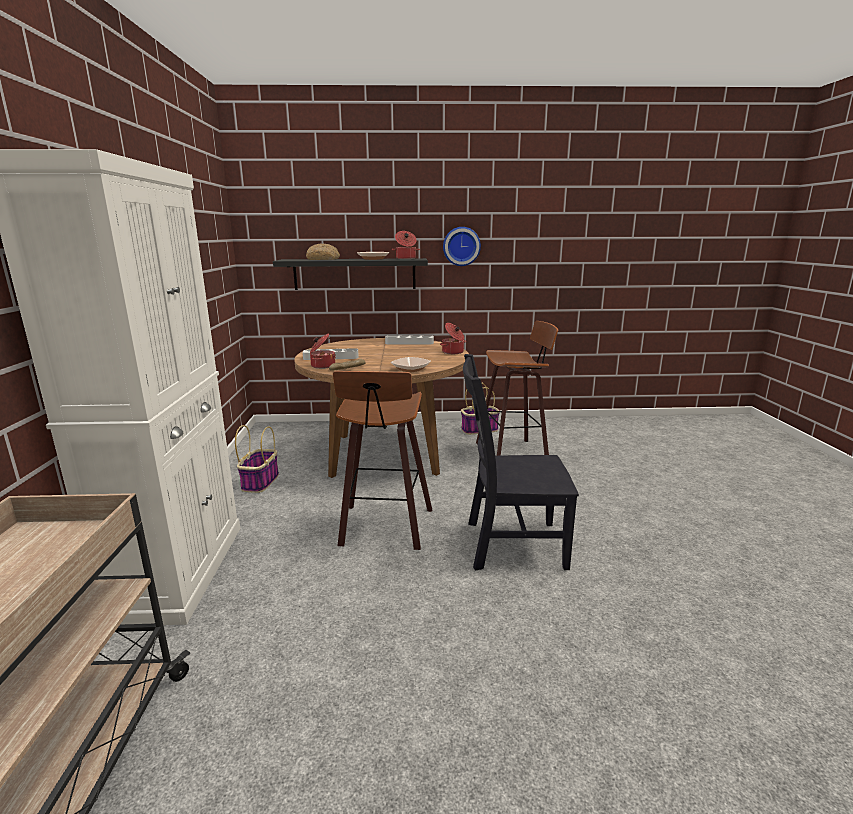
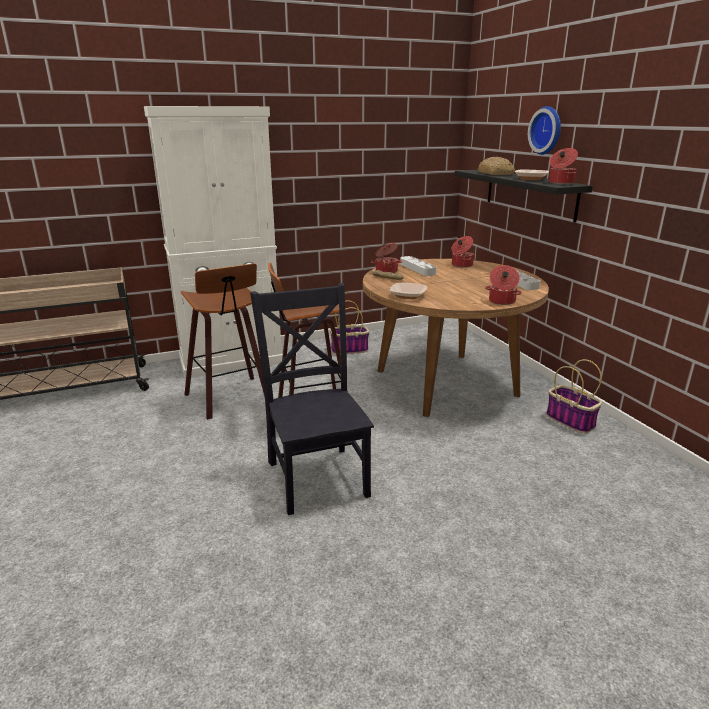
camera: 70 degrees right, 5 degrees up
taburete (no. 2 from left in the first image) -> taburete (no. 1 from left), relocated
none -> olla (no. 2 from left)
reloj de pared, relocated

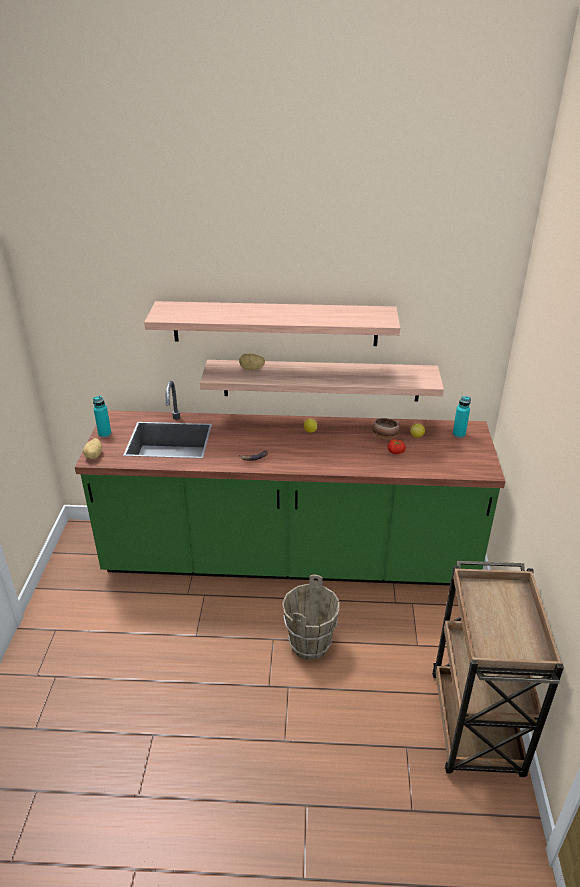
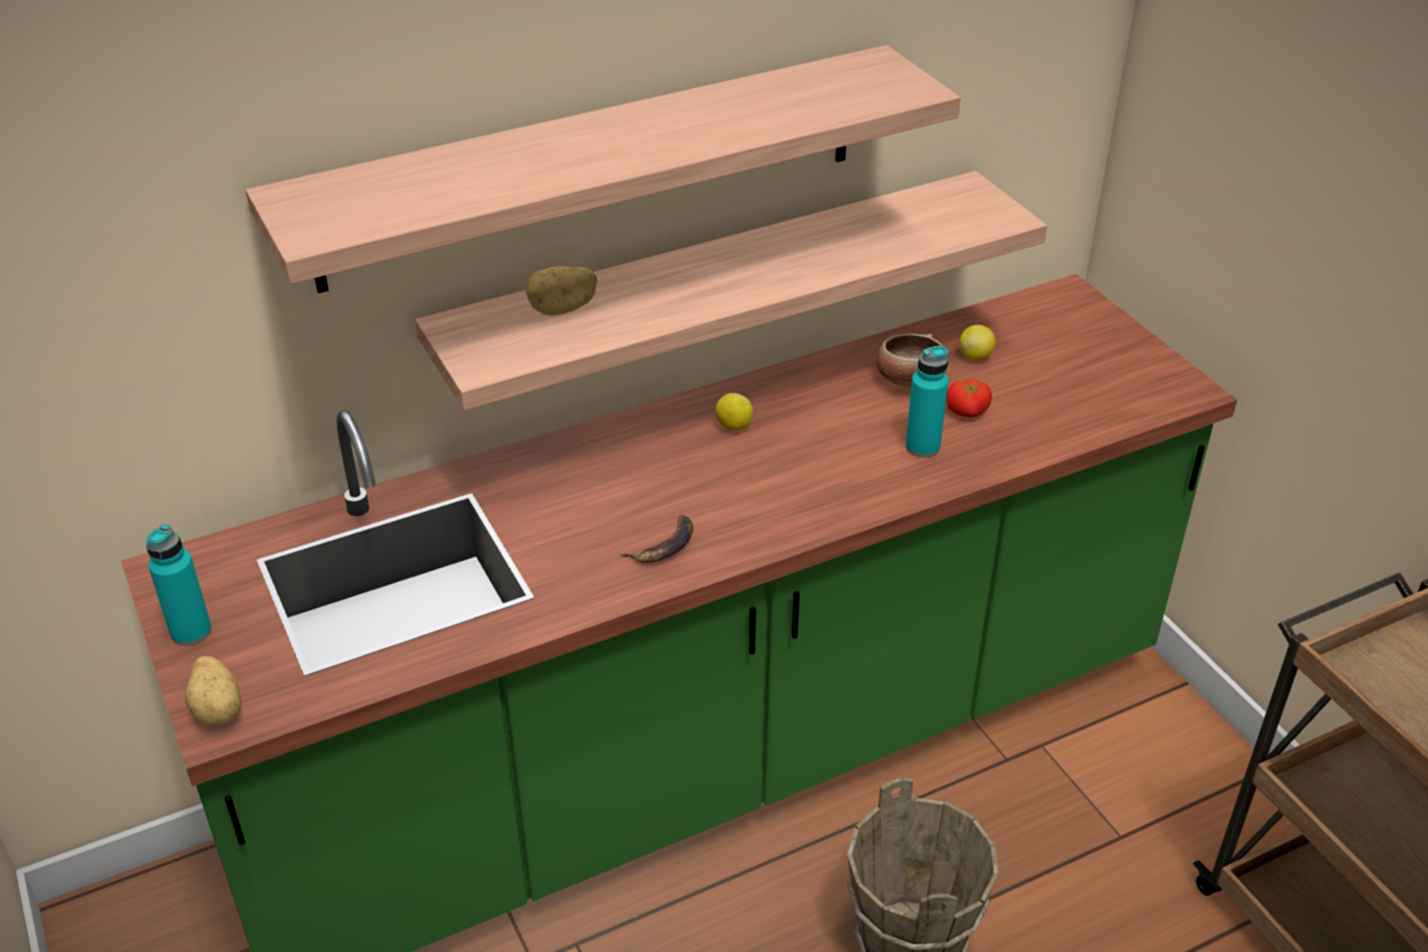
camera: 30 degrees left, 5 degrees up
botella [turquesa] (no. 2 from left), relocated

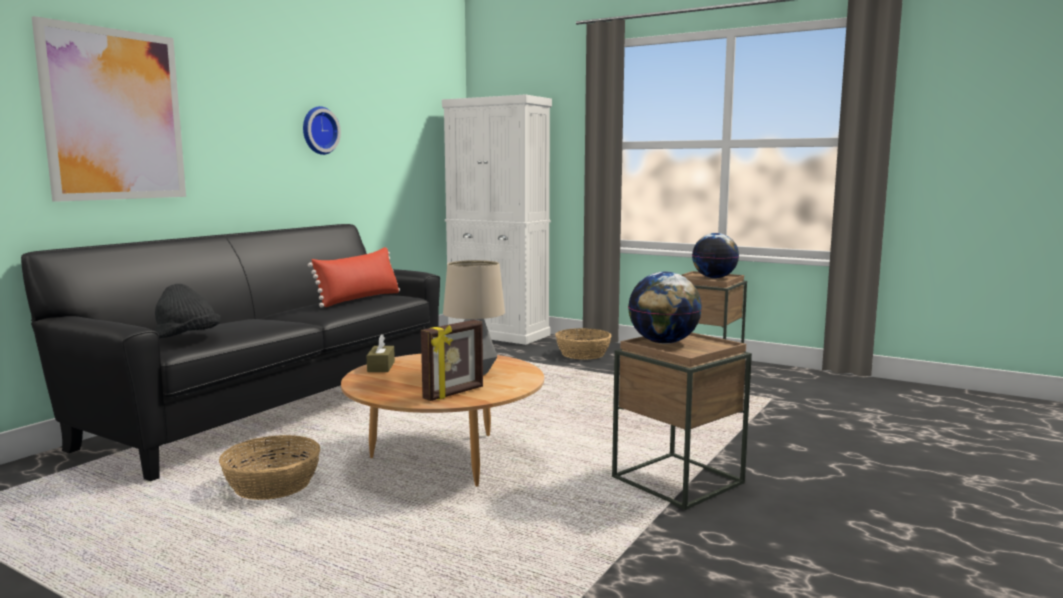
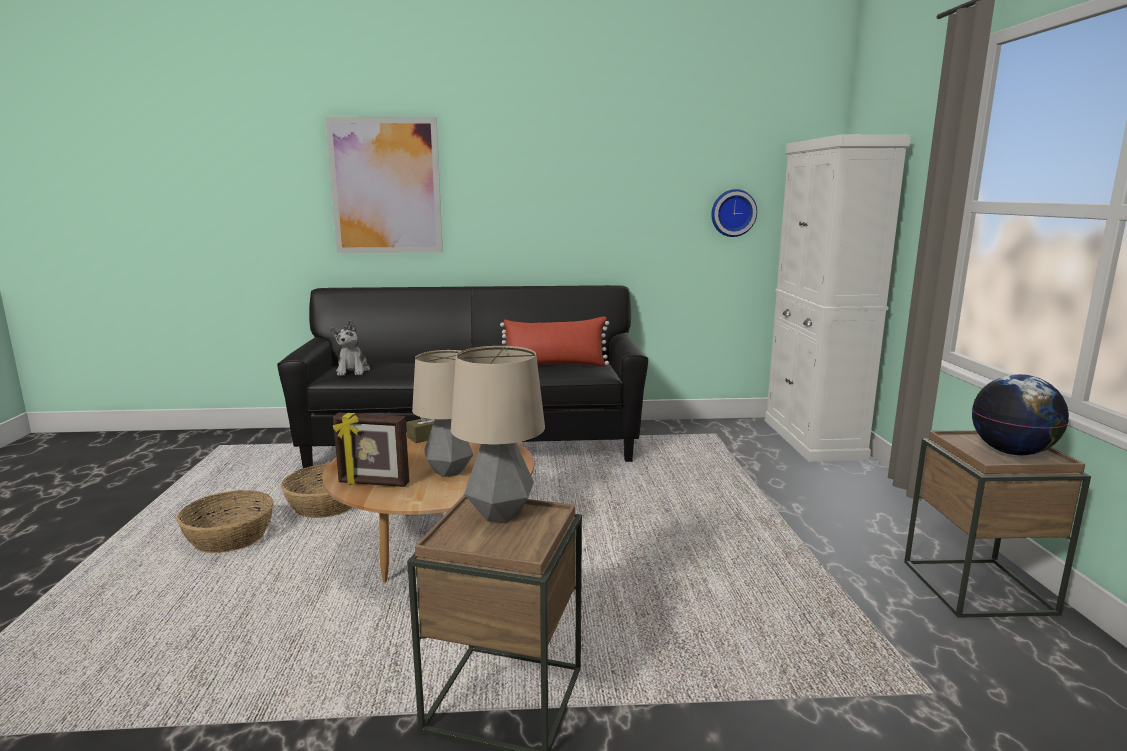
camera: 55 degrees right, 5 degrees up
cesta (no. 2 from left in the first image) -> cesta (no. 1 from left), relocated
sombrero [negro] -> peluche
globo terráqueo (no. 1 from left) -> lámpara de mesa (no. 2 from left)
reloj de pared, relocated

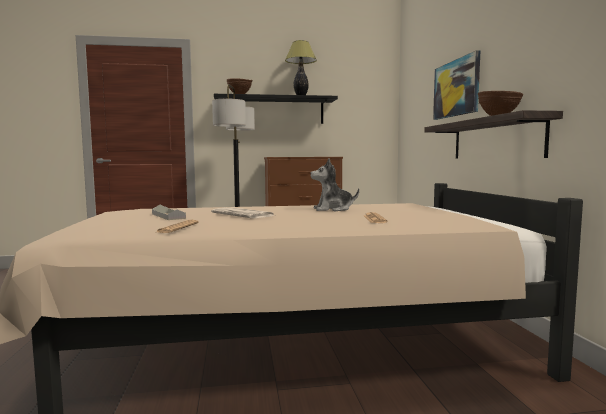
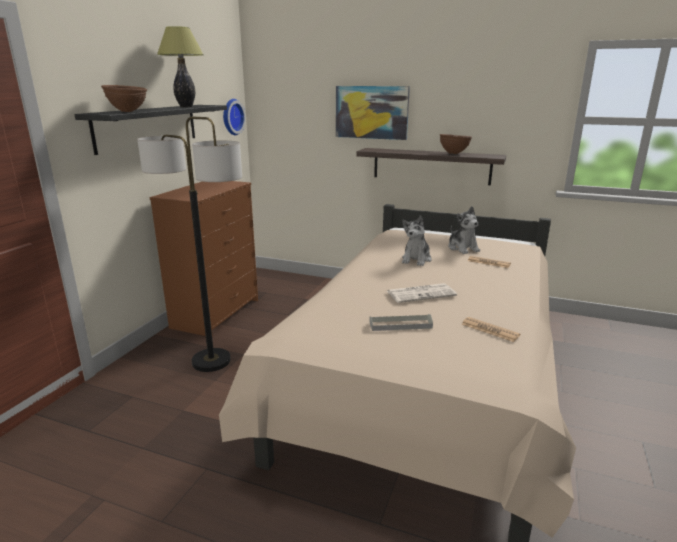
camera: 60 degrees left, 15 degrees up
none -> reloj de pared
none -> peluche (no. 2 from left)

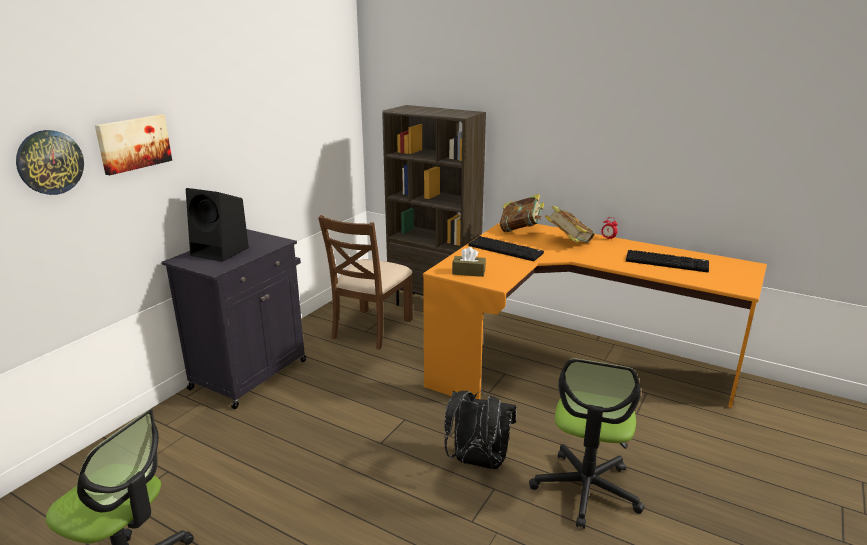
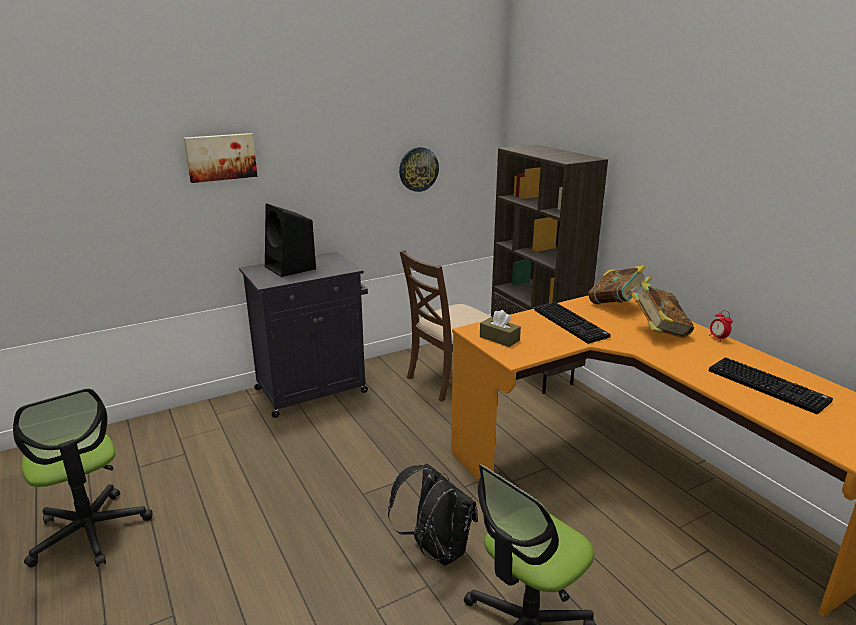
camera: 30 degrees right, 0 degrees up
reloj de pared, relocated

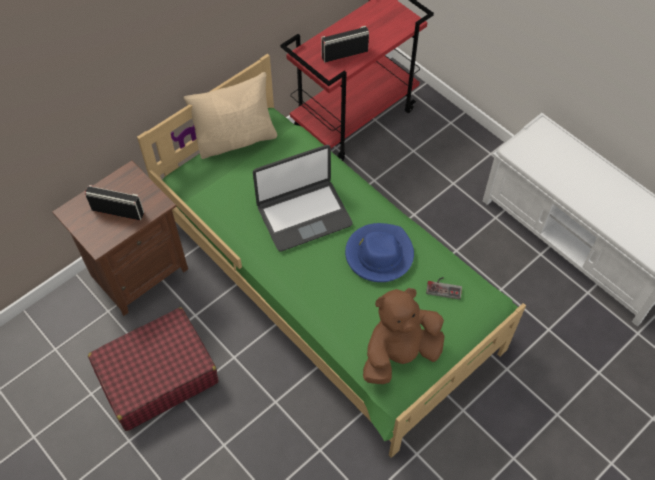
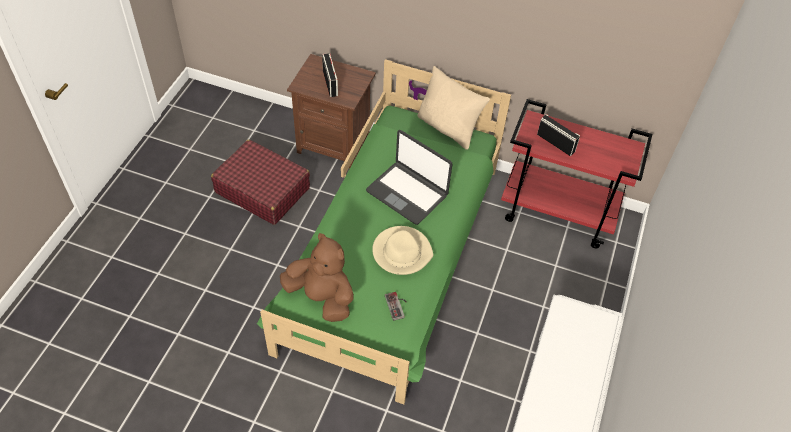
camera: 60 degrees right, 5 degrees down
sombrero [azul] -> sombrero [beis]

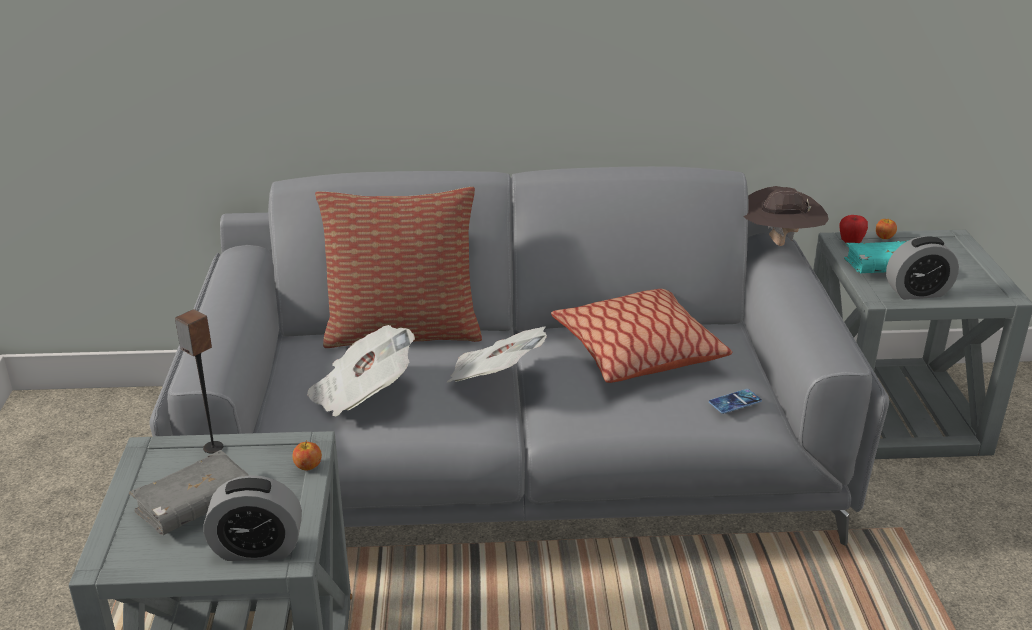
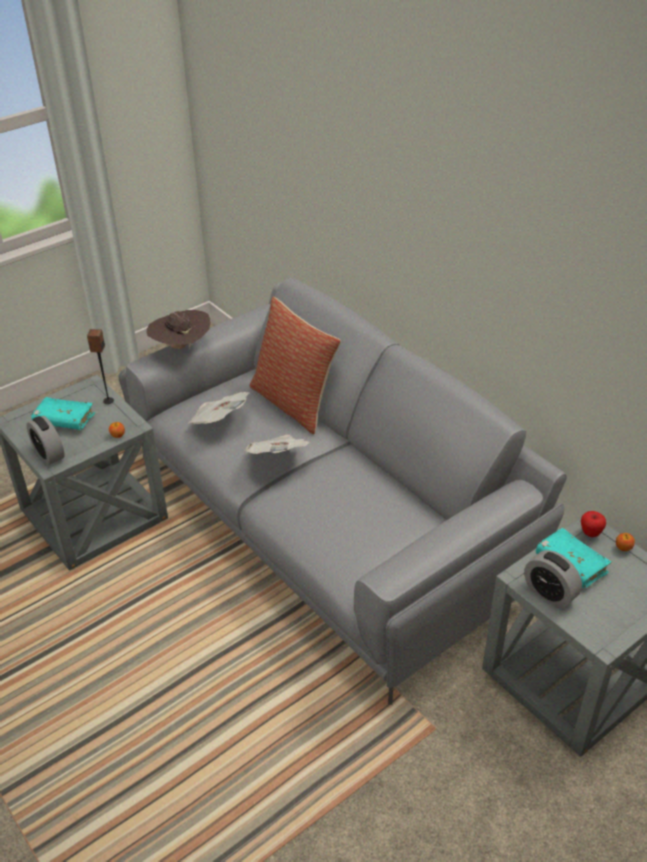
camera: 55 degrees right, 10 degrees up
libro [gris] -> libro [turquesa] (no. 1 from left)
sombrero [marrón], relocated
cojín (no. 2 from left) -> none
móvil -> none

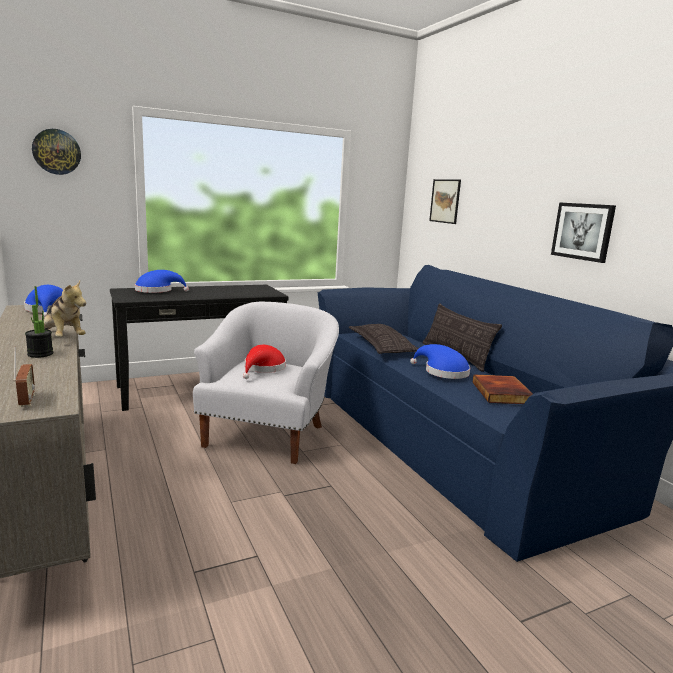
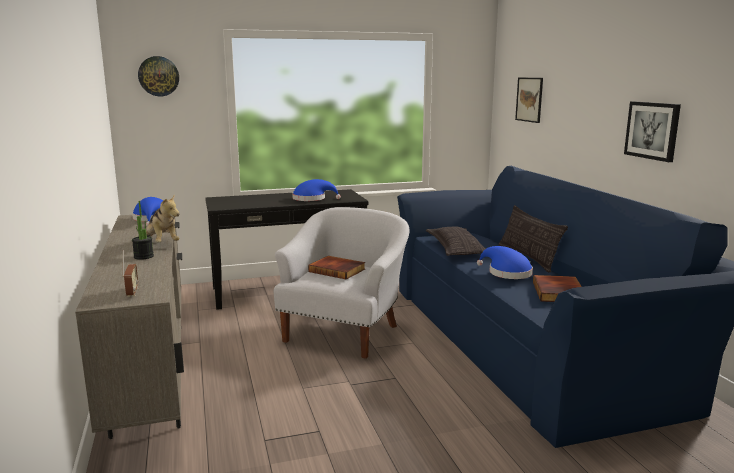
camera: 10 degrees right, 0 degrees up
sombrero [azul] (no. 2 from left), relocated
sombrero [rojo] -> libro (no. 1 from left)

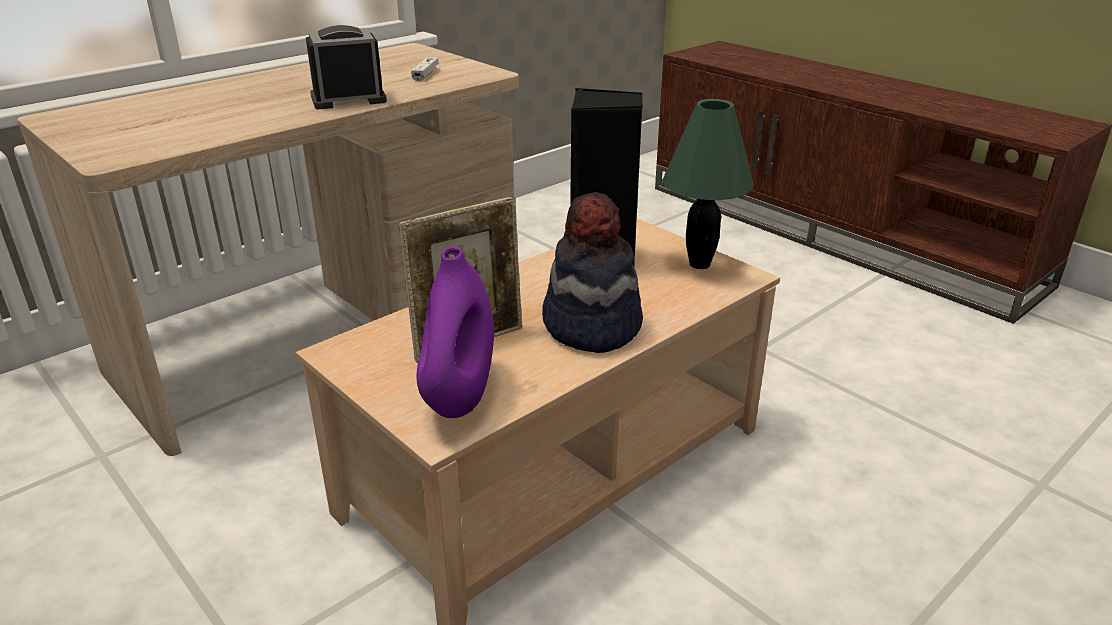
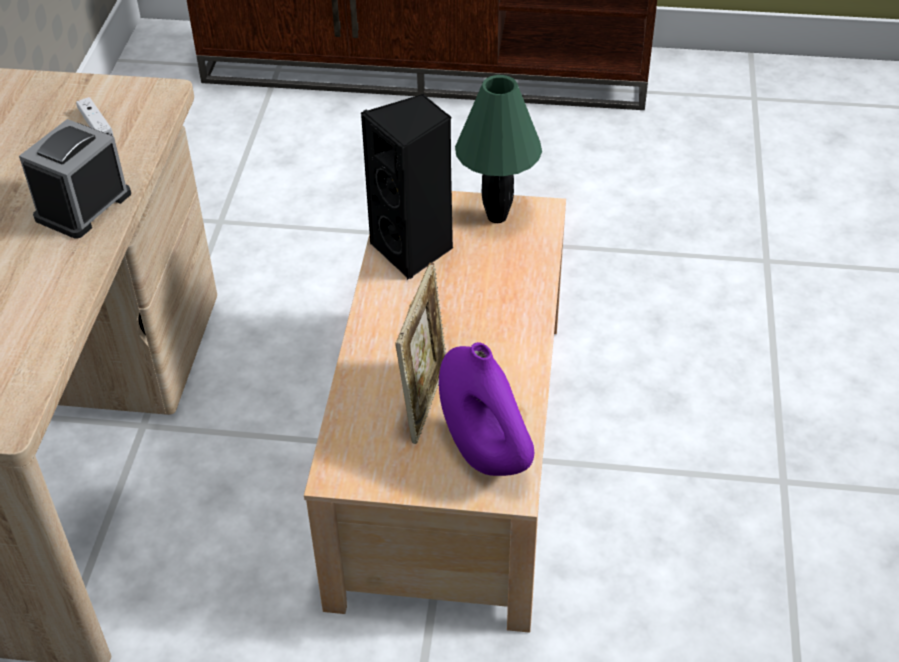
camera: 40 degrees left, 15 degrees up
sombrero -> none

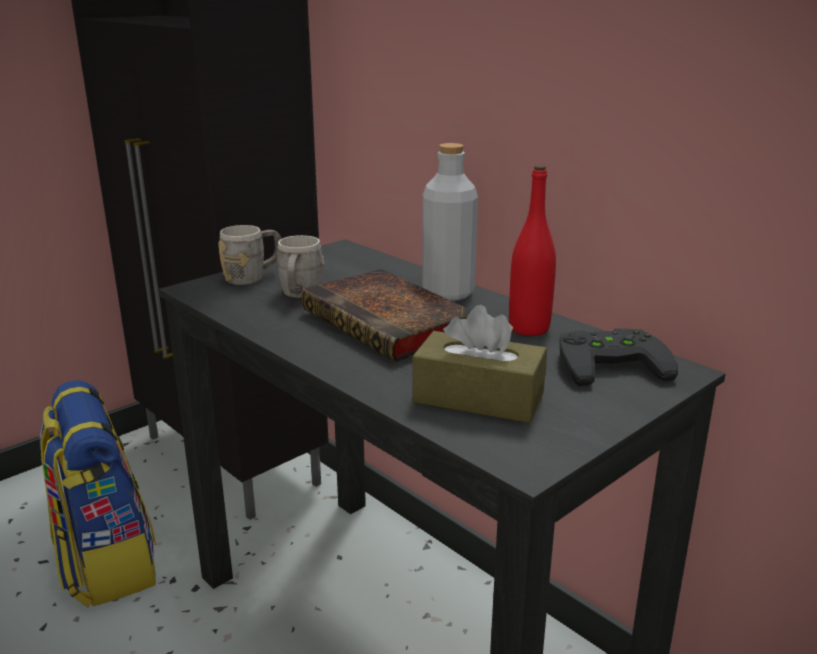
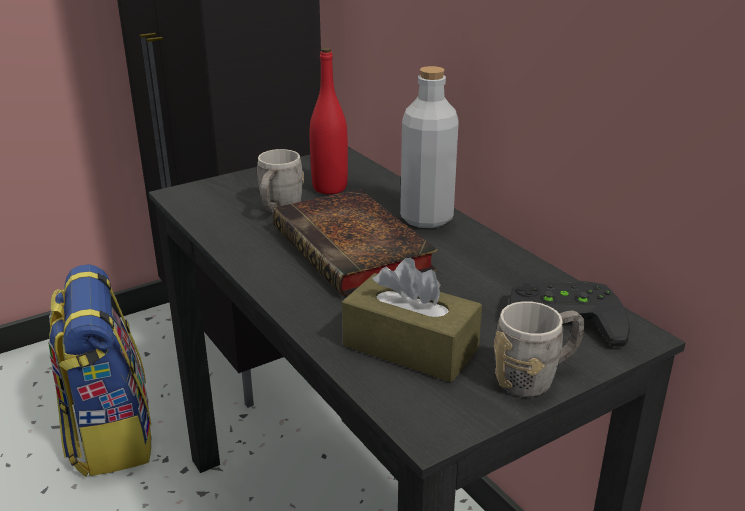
camera: 10 degrees right, 5 degrees up
botella [rojo], relocated
taza grande [gris] (no. 1 from left in the first image) -> taza grande [gris] (no. 2 from left), relocated

